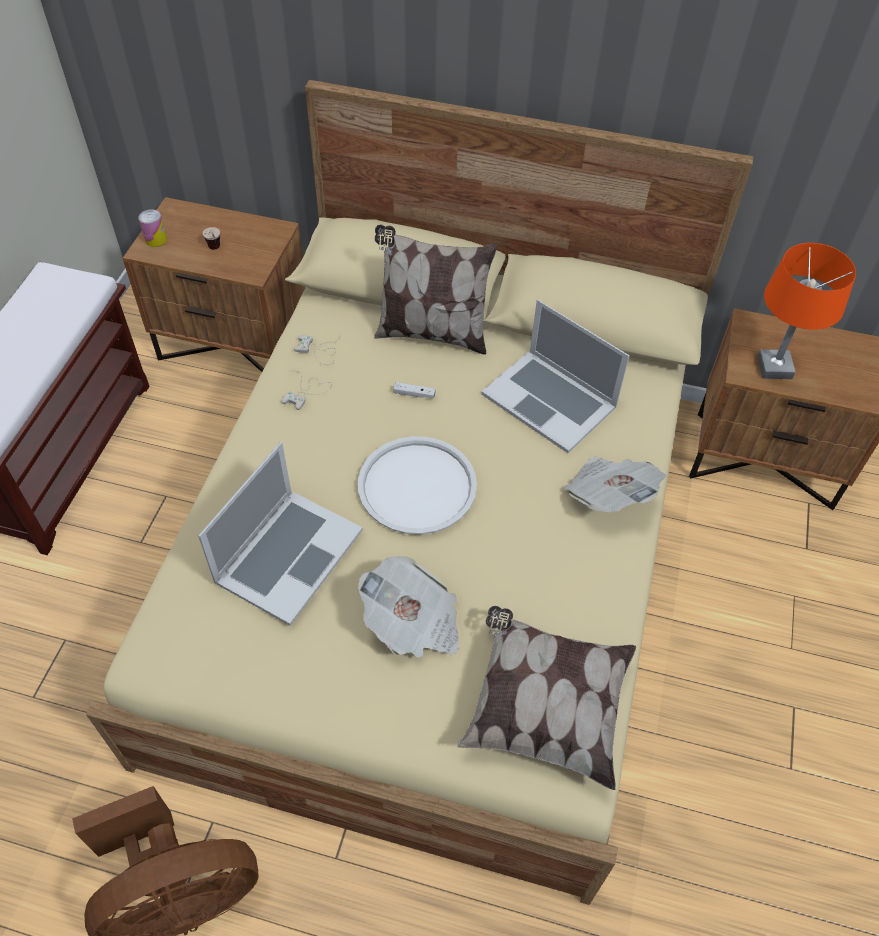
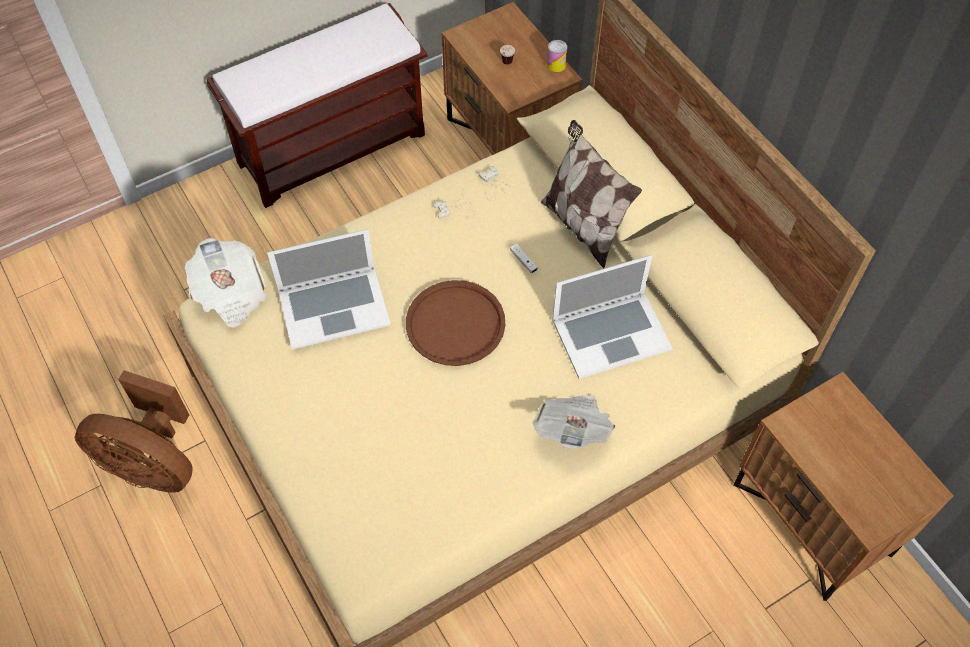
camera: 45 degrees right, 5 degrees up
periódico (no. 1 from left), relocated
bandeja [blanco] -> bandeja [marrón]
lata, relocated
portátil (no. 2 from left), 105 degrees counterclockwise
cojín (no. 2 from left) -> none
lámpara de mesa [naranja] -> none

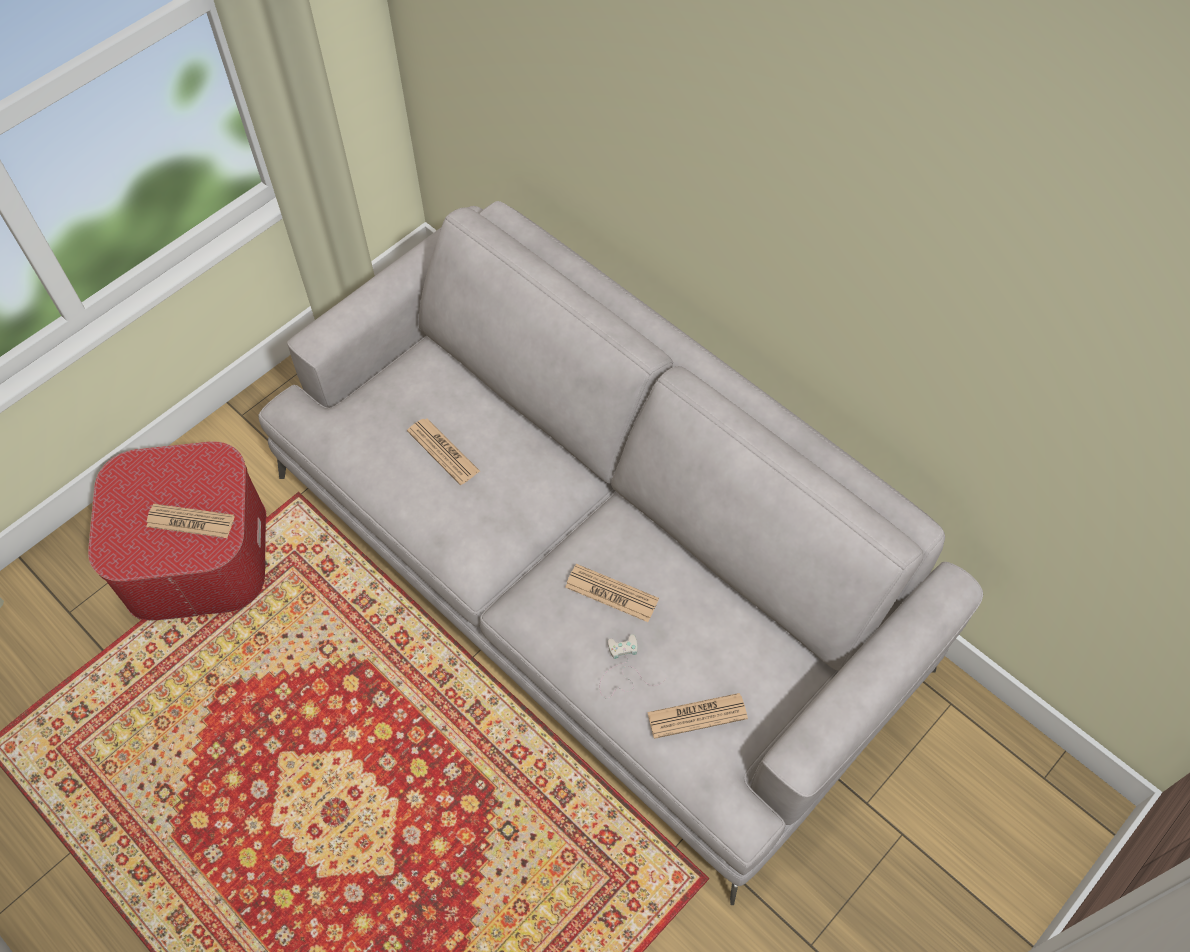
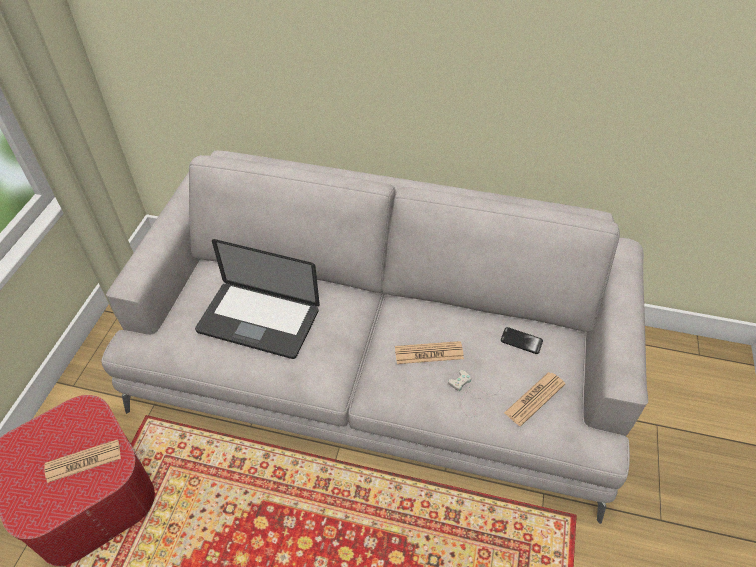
camera: 30 degrees left, 10 degrees down
periódico (no. 2 from left) -> portátil
none -> móvil

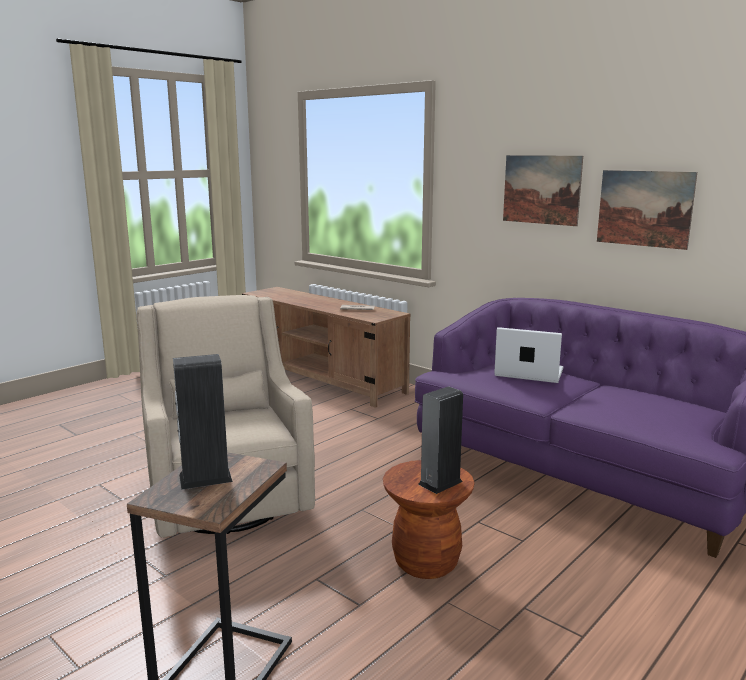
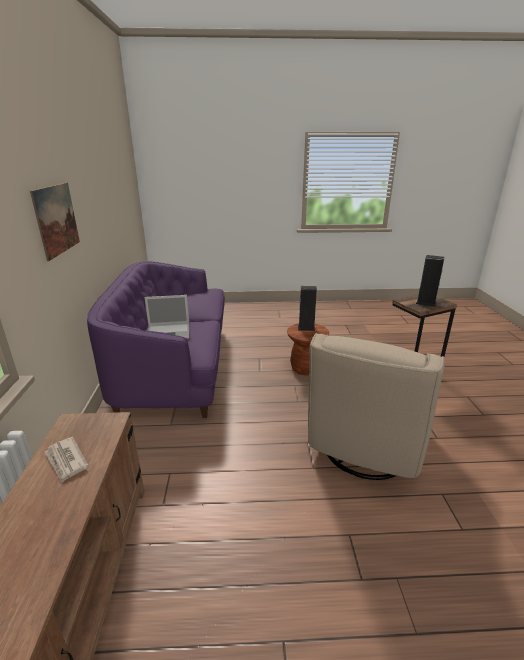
camera: 135 degrees left, 10 degrees up
portátil, 75 degrees counterclockwise
cuadro (no. 2 from left) -> none

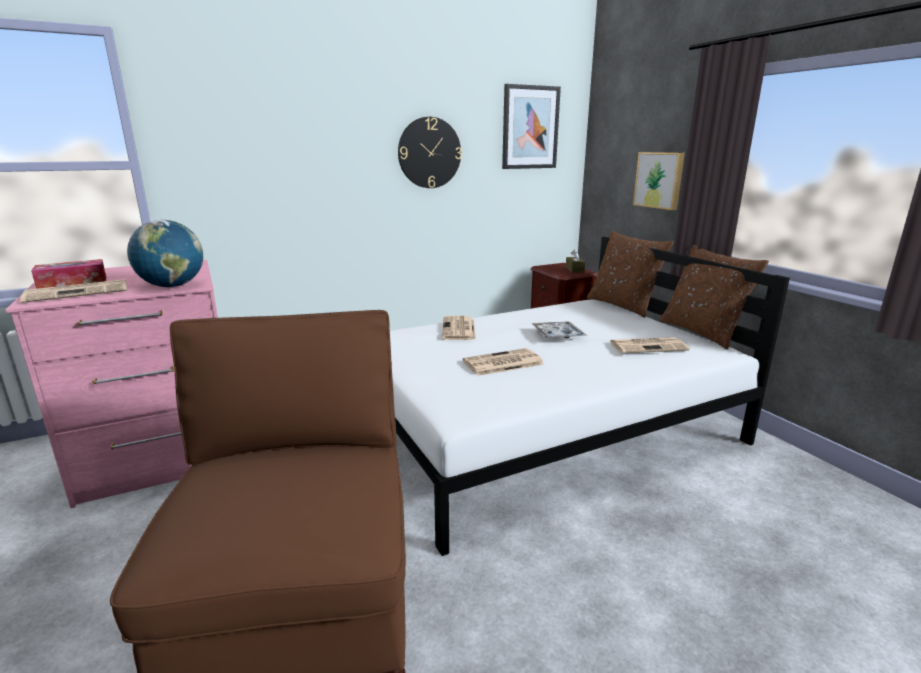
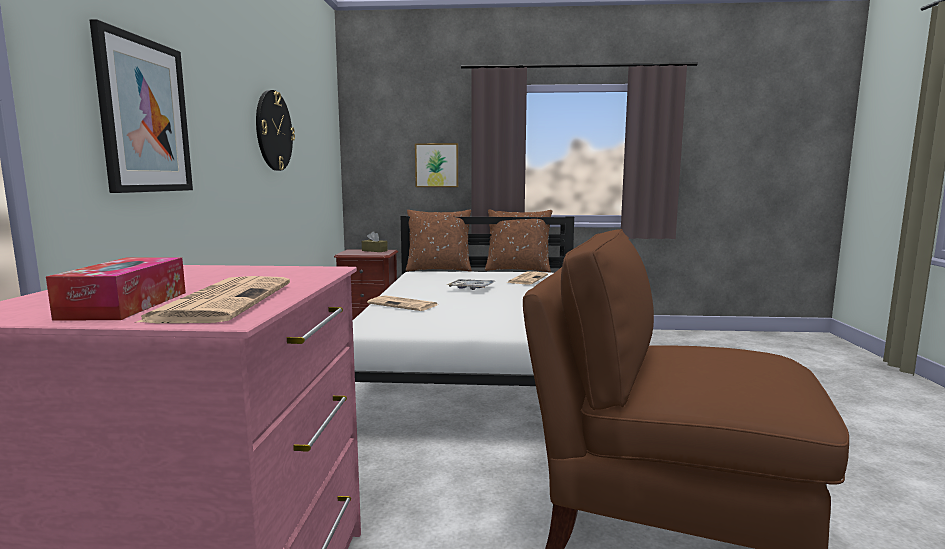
camera: 60 degrees left, 10 degrees down
cuadro (no. 1 from left), relocated
globo terráqueo -> none
periódico (no. 3 from left) -> none

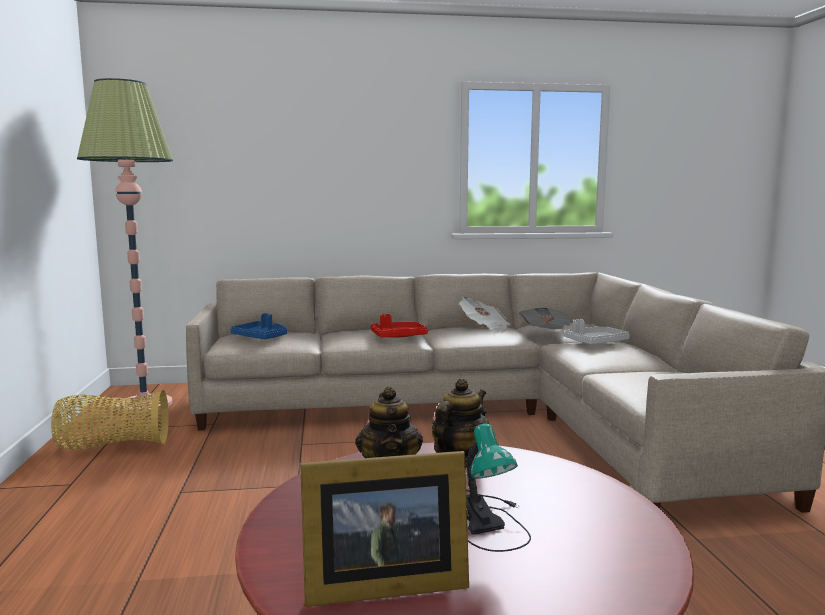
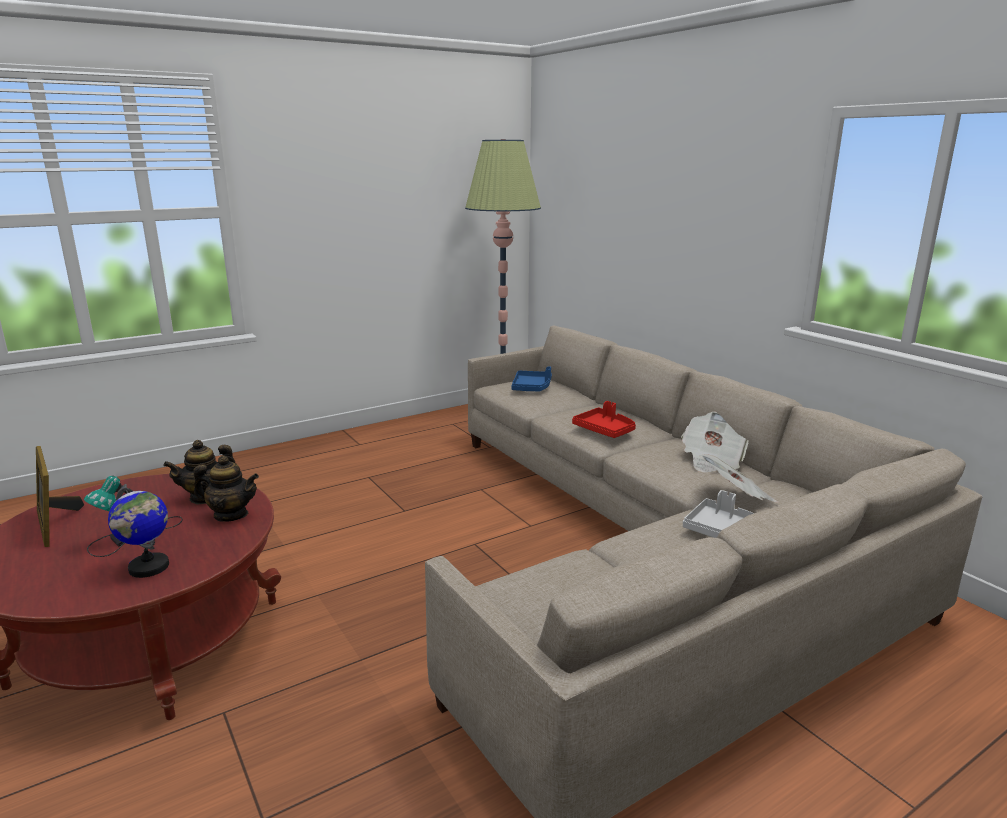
camera: 65 degrees right, 10 degrees up
none -> globo terráqueo
cesta -> none

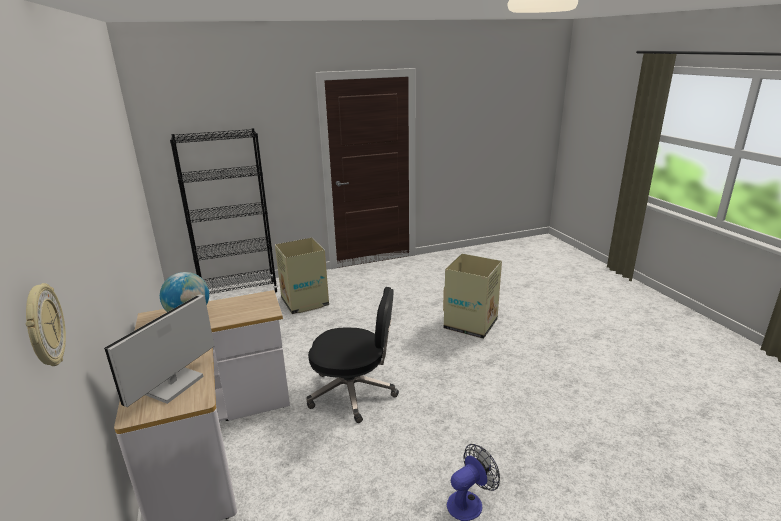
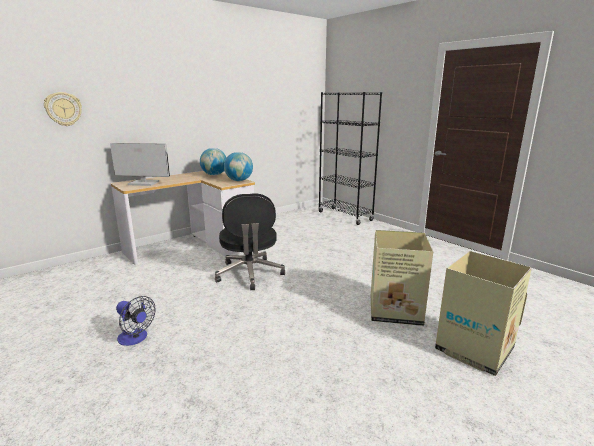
camera: 70 degrees right, 5 degrees down
none -> globo terráqueo (no. 2 from left)
caja de cartón (no. 1 from left in the first image) -> caja de cartón (no. 2 from left), relocated

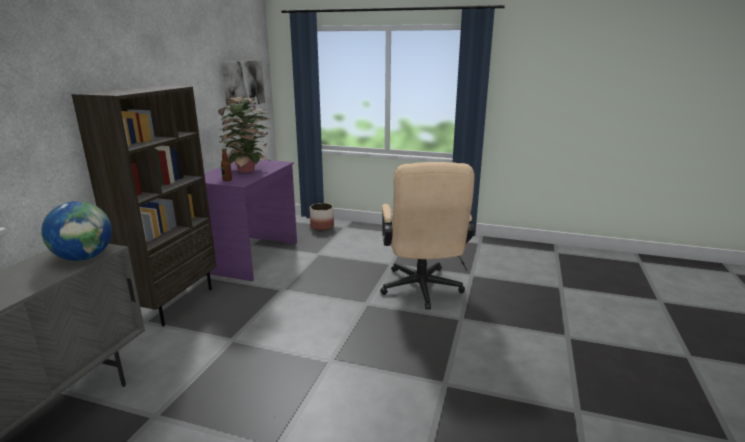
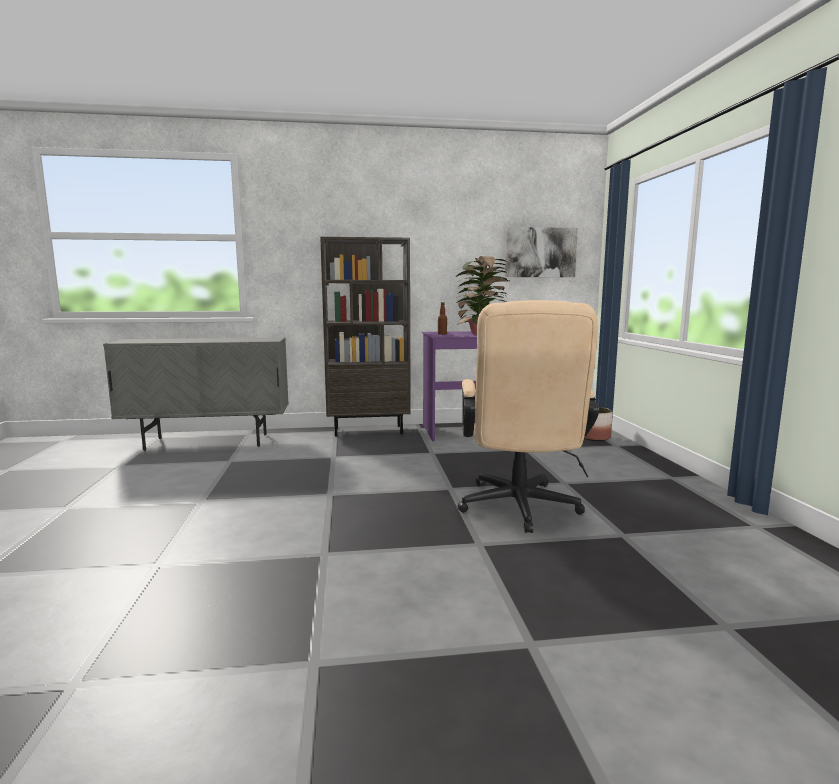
camera: 65 degrees right, 10 degrees down
silla de oficina [beis], 60 degrees counterclockwise
globo terráqueo -> none

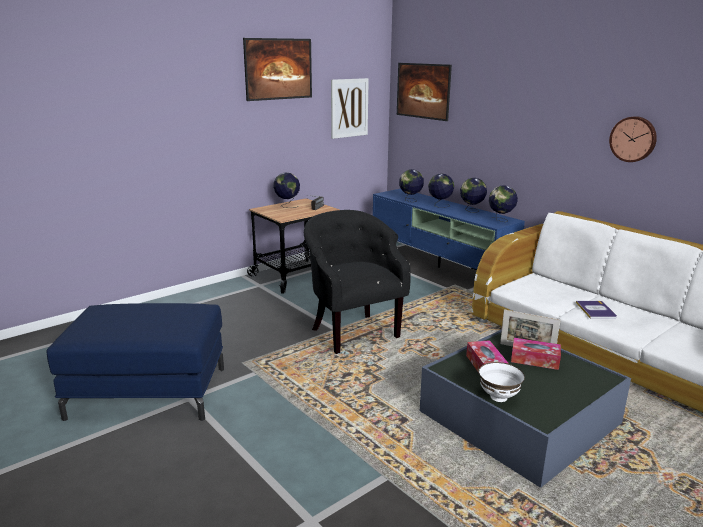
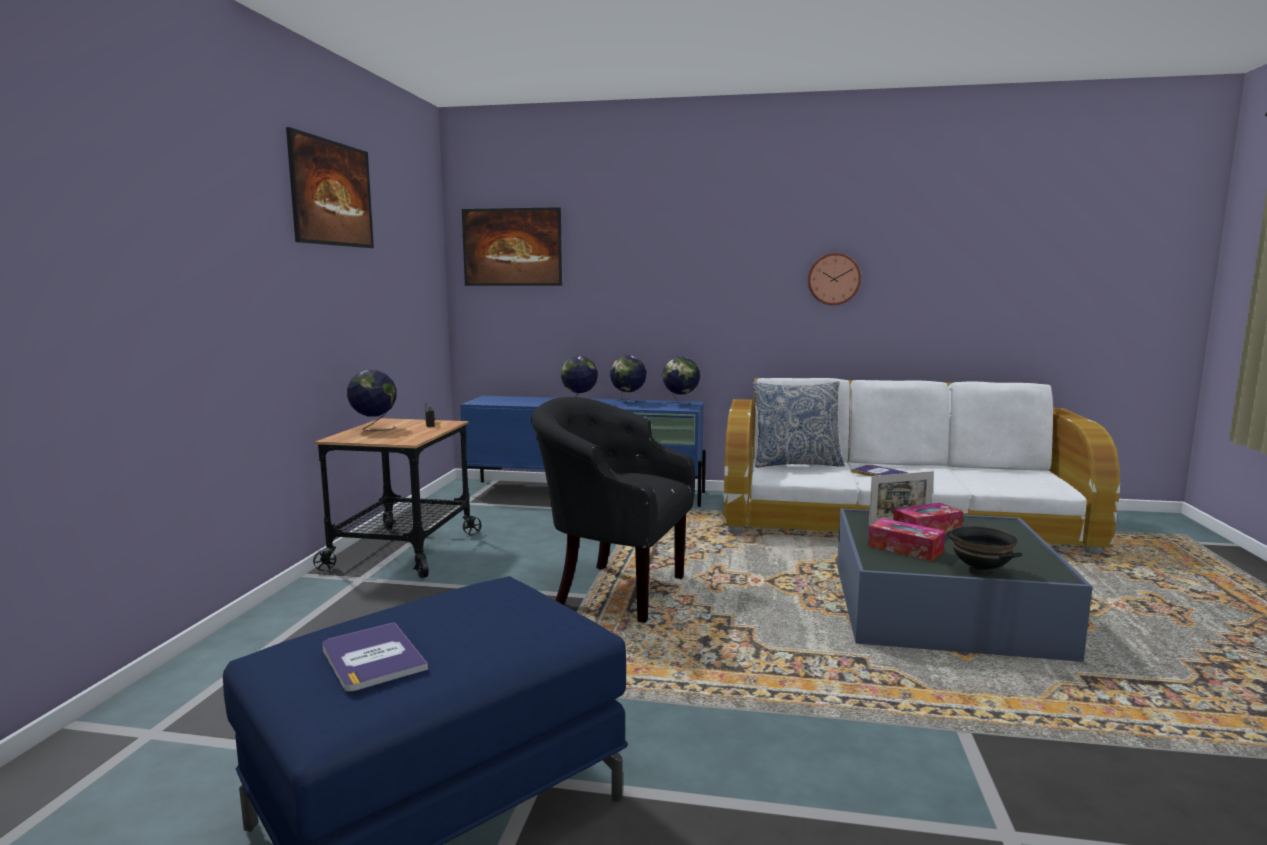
camera: 40 degrees left, 10 degrees down
none -> libro (no. 1 from left)
none -> cojín
cuenco [blanco] -> cuenco [negro]
cuadro (no. 2 from left) -> none
globo terráqueo (no. 2 from left) -> none

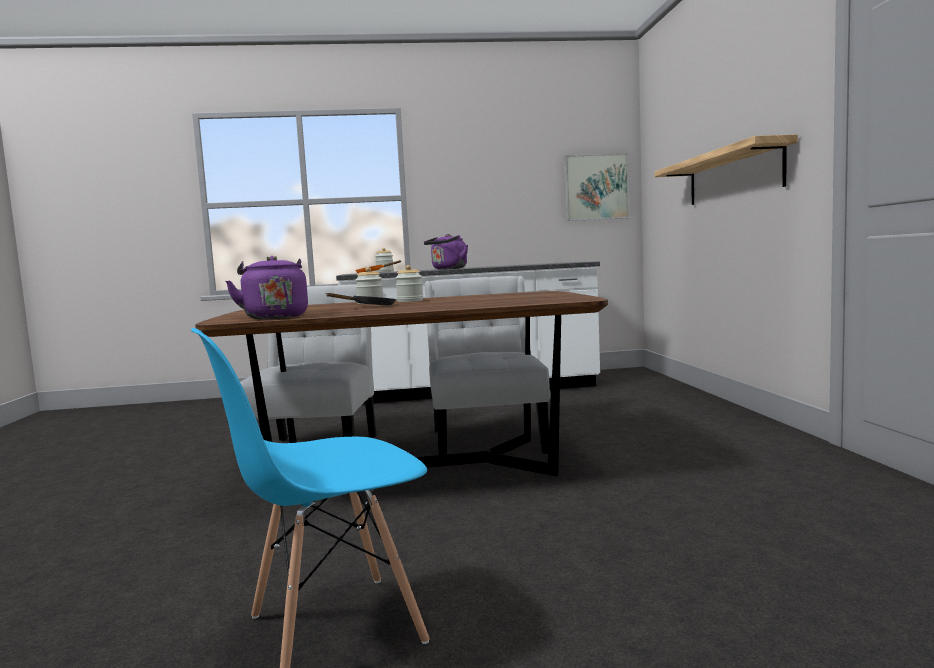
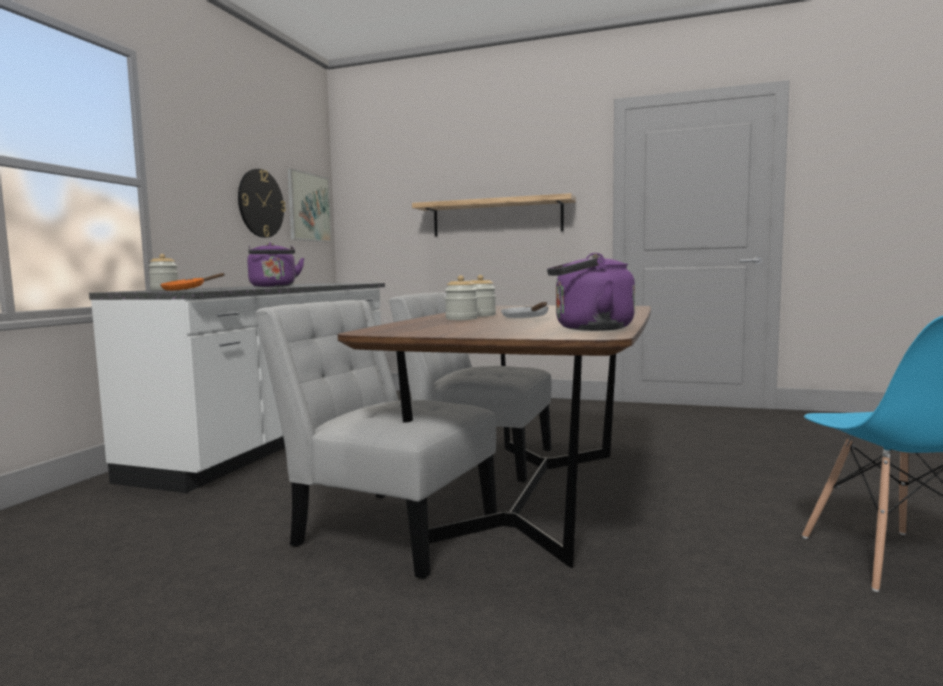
camera: 65 degrees left, 0 degrees up
none -> reloj de pared
sartén [negro] -> sartén [blanco]

